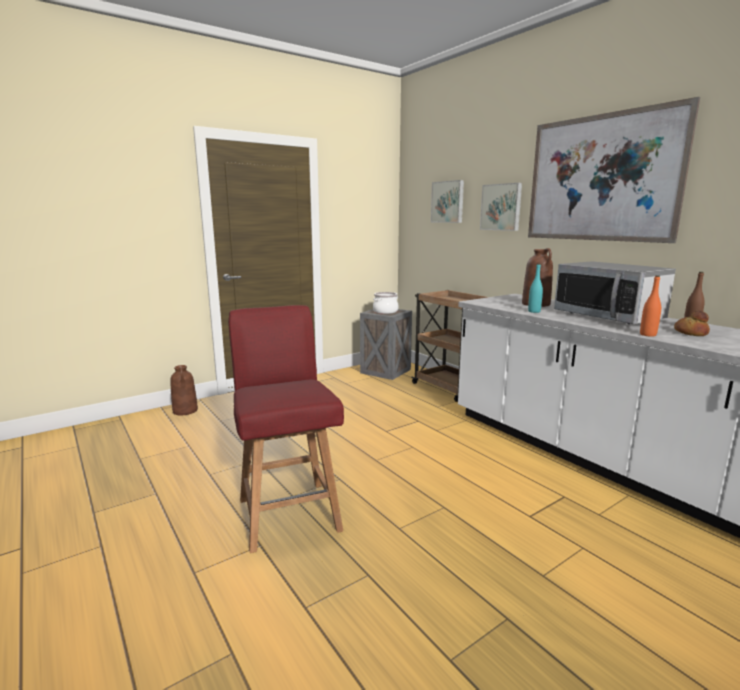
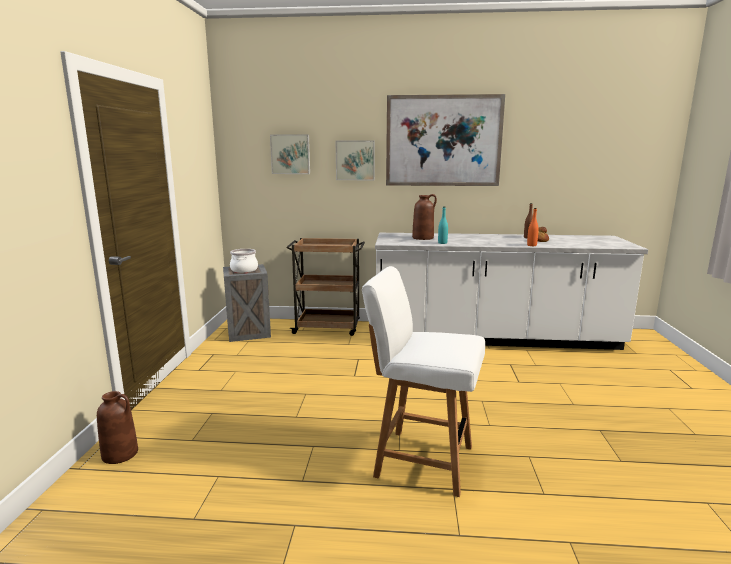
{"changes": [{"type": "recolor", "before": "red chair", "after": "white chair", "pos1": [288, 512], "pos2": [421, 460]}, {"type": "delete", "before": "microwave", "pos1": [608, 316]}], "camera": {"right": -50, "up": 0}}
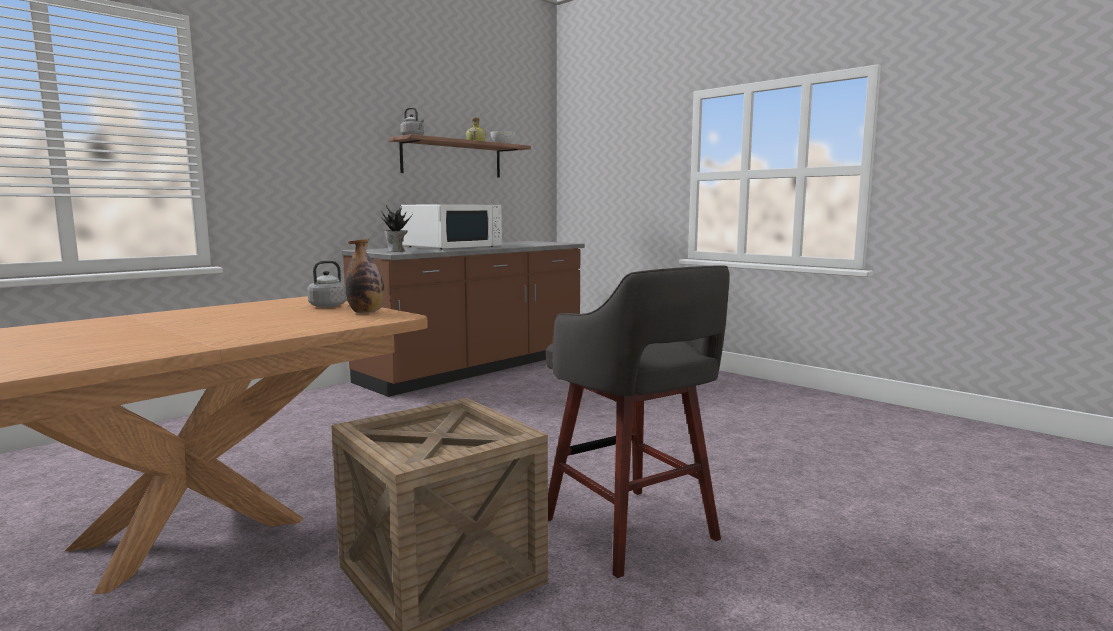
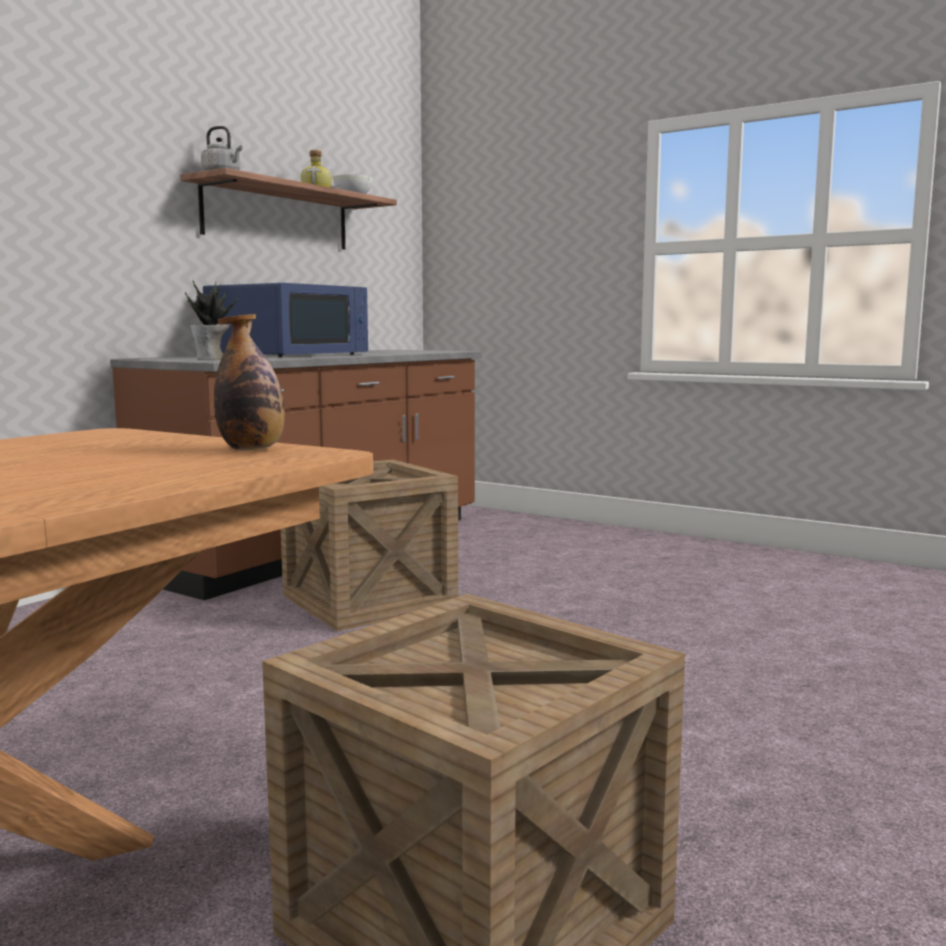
{"changes": [{"type": "delete", "before": "grey kettle", "pos1": [330, 306]}, {"type": "recolor", "before": "white microwave", "after": "blue microwave", "pos1": [453, 247], "pos2": [290, 354]}, {"type": "delete", "before": "grey stool", "pos1": [632, 532]}, {"type": "insert", "after": "crate", "pos2": [368, 600]}], "camera": {"right": -10, "up": 0}}
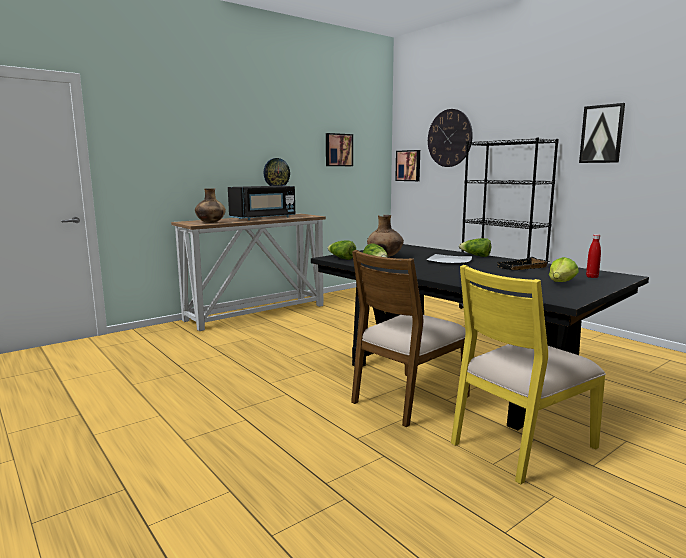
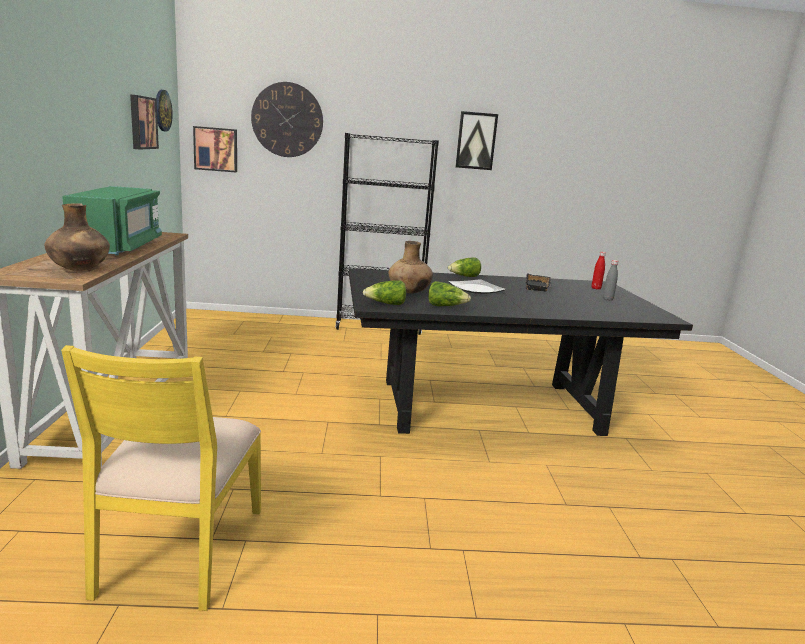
{"changes": [{"type": "recolor", "before": "black microwave", "after": "green microwave", "pos1": [264, 218], "pos2": [119, 247]}, {"type": "move", "before": "wall clock", "pos1": [276, 173], "pos2": [162, 110]}, {"type": "delete", "before": "brown chair", "pos1": [408, 398]}, {"type": "move", "before": "yellow chair", "pos1": [520, 444], "pos2": [179, 550]}, {"type": "replace", "before": "lettuce", "after": "grey bottle", "pos1": [561, 283], "pos2": [607, 299]}], "camera": {"right": -55, "up": 5}}
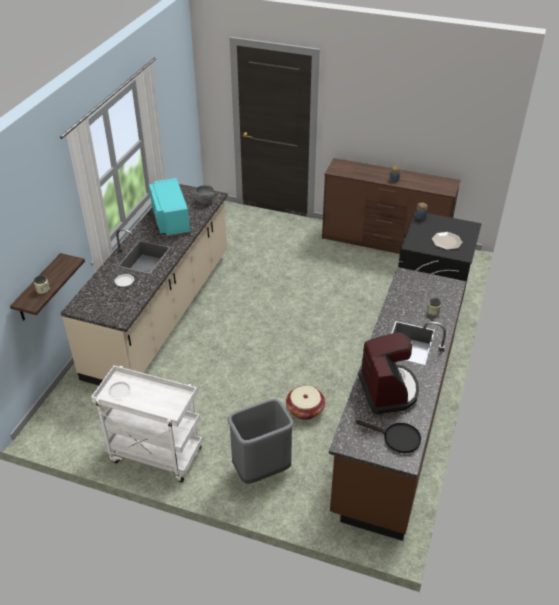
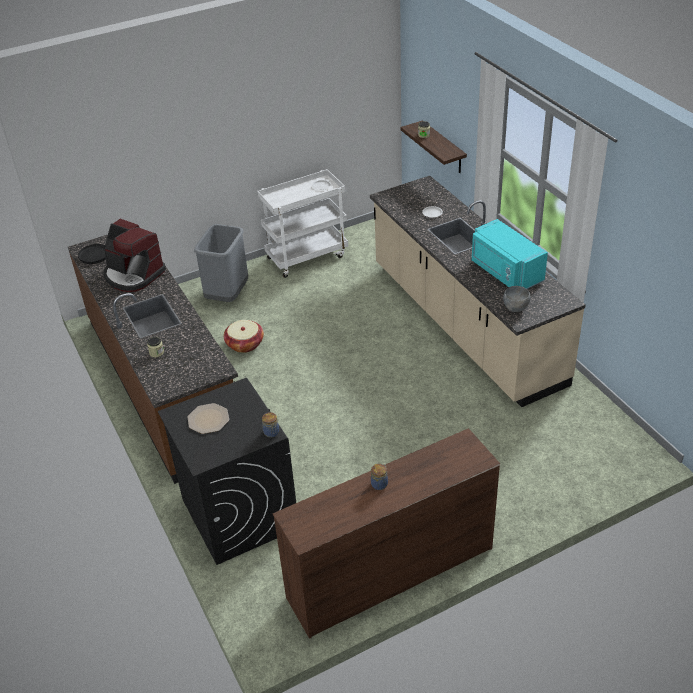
{"changes": [{"type": "rotate", "before": "turquoise microwave", "pos1": [170, 220], "pos2": [505, 272], "turn": -150}], "camera": {"right": 135, "up": 0}}
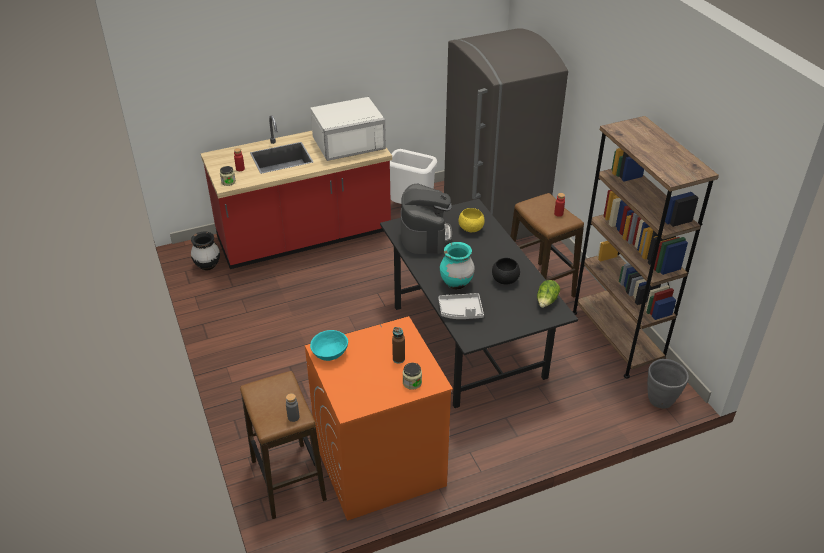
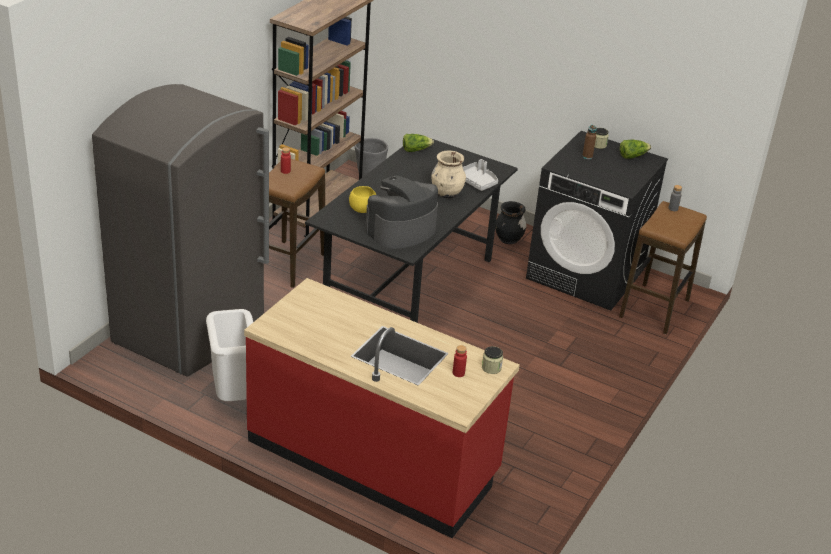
{"changes": [{"type": "move", "before": "black vase", "pos1": [207, 265], "pos2": [508, 240]}, {"type": "recolor", "before": "orange washing machine", "after": "black washing machine", "pos1": [379, 465], "pos2": [586, 274]}, {"type": "delete", "before": "white microwave", "pos1": [347, 142]}, {"type": "delete", "before": "turquoise bowl", "pos1": [330, 353]}, {"type": "recolor", "before": "turquoise vase", "after": "beige vase", "pos1": [456, 283], "pos2": [447, 194]}, {"type": "delete", "before": "black bowl", "pos1": [504, 280]}, {"type": "insert", "after": "lettuce", "pos2": [632, 156]}], "camera": {"right": -130, "up": -5}}
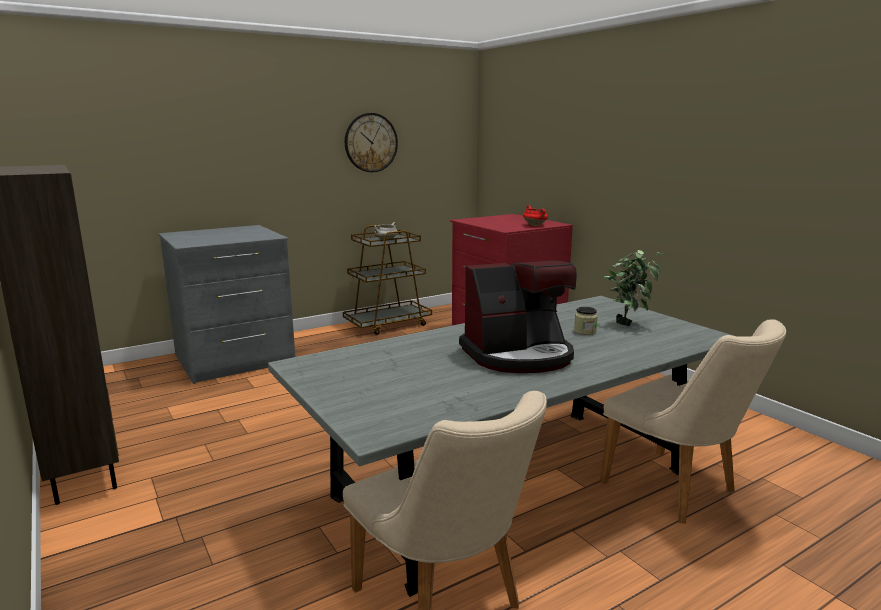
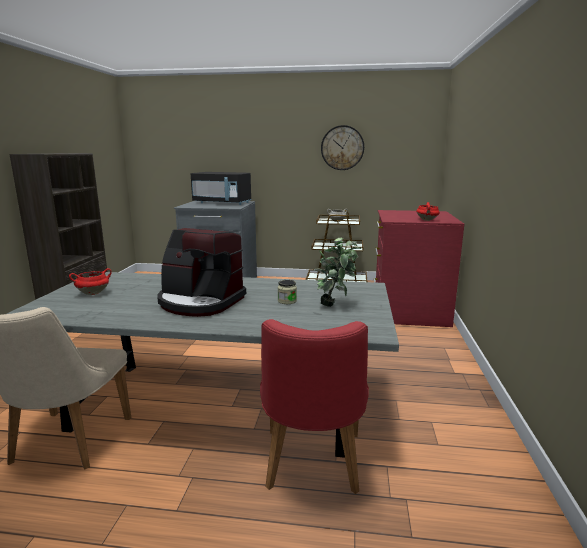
{"changes": [{"type": "recolor", "before": "beige chair", "after": "red chair", "pos1": [679, 490], "pos2": [312, 467]}, {"type": "insert", "after": "red cooking pot", "pos2": [93, 293]}, {"type": "insert", "after": "black microwave", "pos2": [222, 203]}], "camera": {"right": 40, "up": 0}}
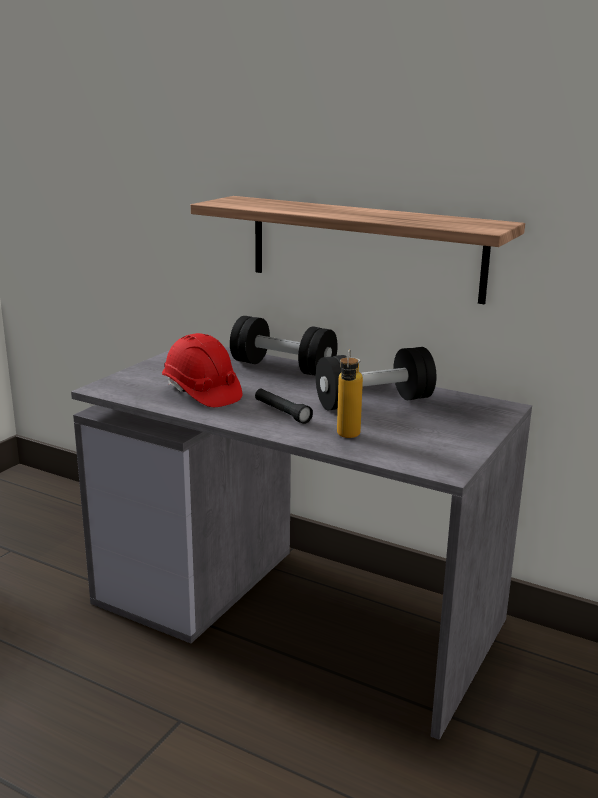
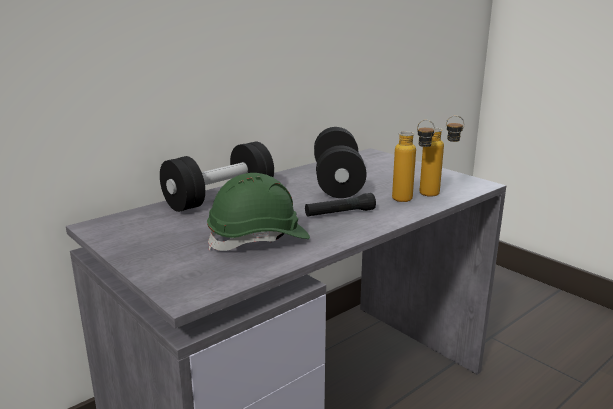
{"changes": [{"type": "recolor", "before": "red hard hat", "after": "green hard hat", "pos1": [201, 393], "pos2": [259, 240]}, {"type": "delete", "before": "shelf", "pos1": [364, 248]}, {"type": "insert", "after": "bottle", "pos2": [437, 194]}], "camera": {"right": -70, "up": 0}}
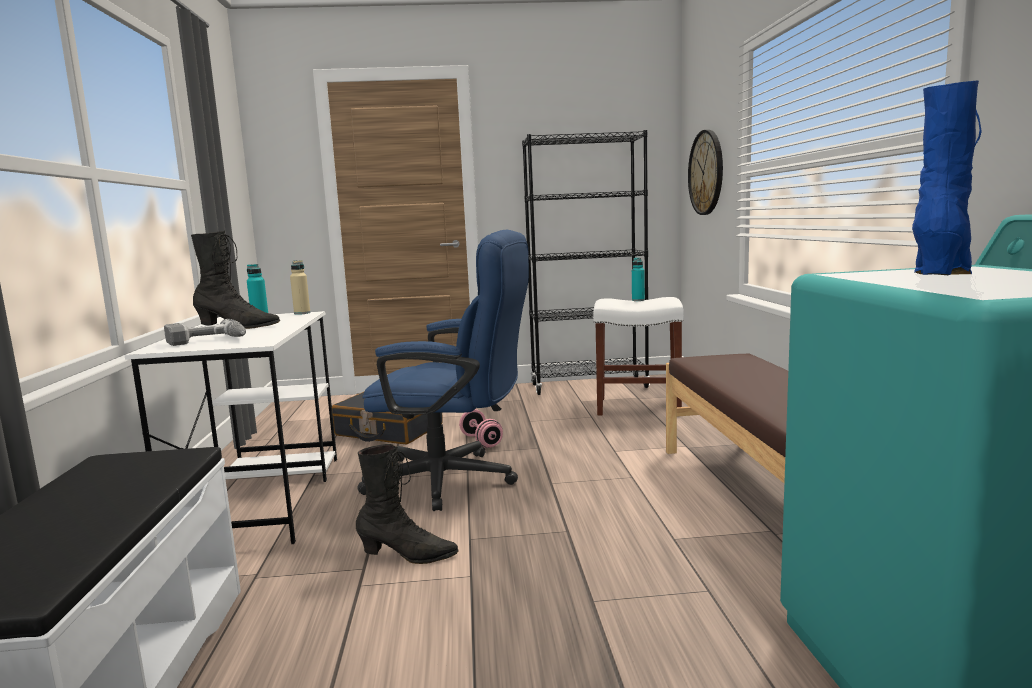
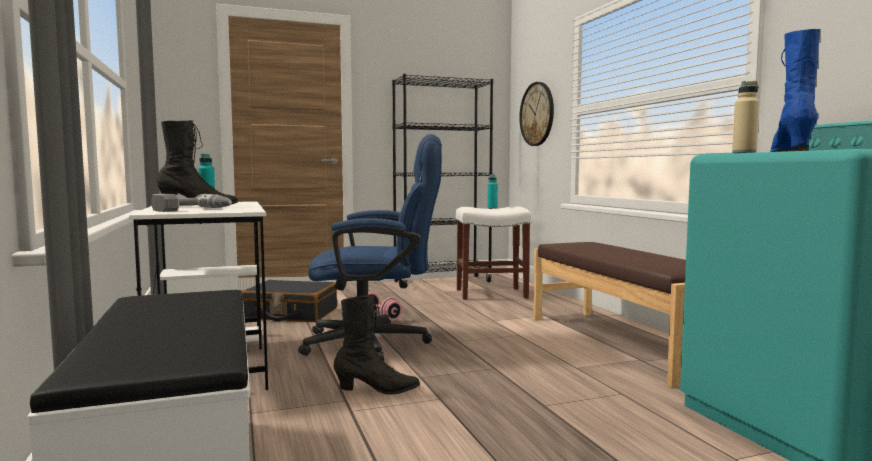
{"changes": [{"type": "move", "before": "beige bottle", "pos1": [302, 313], "pos2": [744, 153]}], "camera": {"right": -15, "up": -5}}
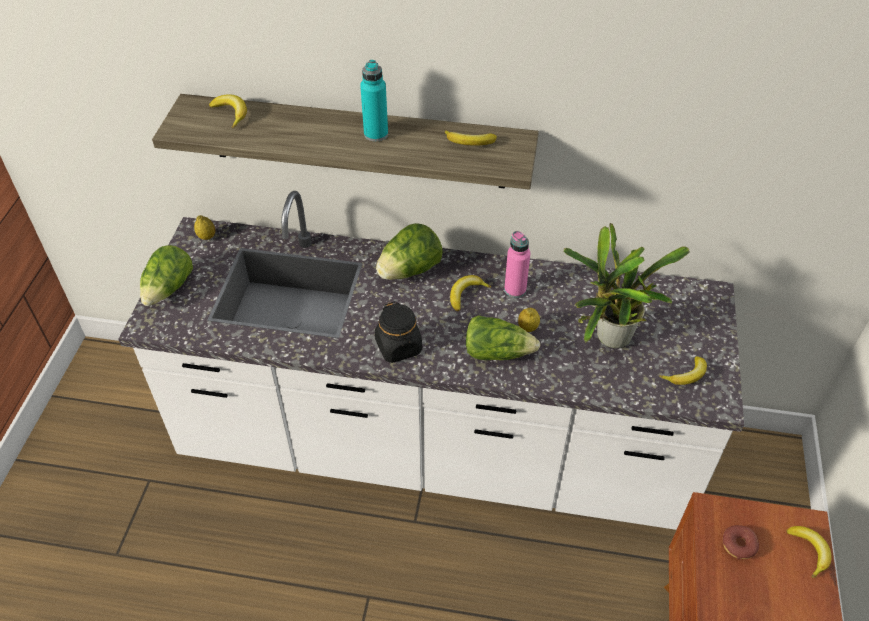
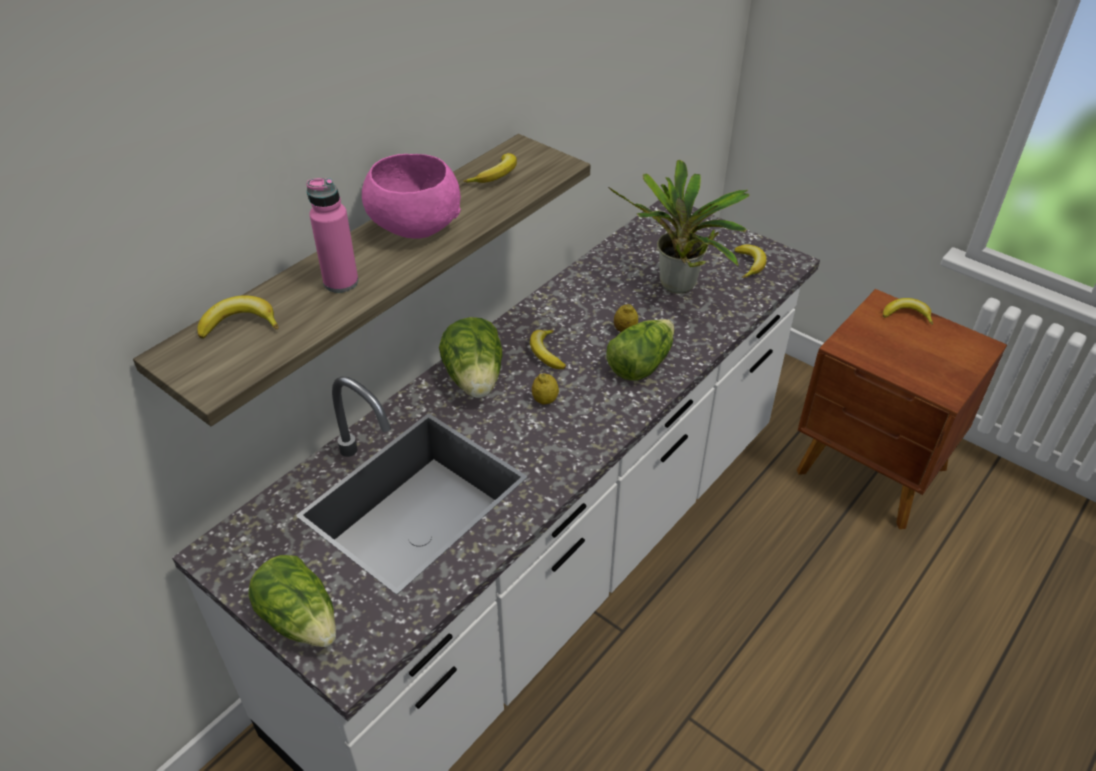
{"changes": [{"type": "move", "before": "lemon", "pos1": [207, 237], "pos2": [545, 400]}, {"type": "replace", "before": "turquoise bottle", "after": "pink bowl", "pos1": [376, 134], "pos2": [414, 228]}, {"type": "delete", "before": "black jar", "pos1": [398, 347]}, {"type": "move", "before": "pink bottle", "pos1": [515, 290], "pos2": [341, 282]}, {"type": "delete", "before": "donut", "pos1": [738, 545]}], "camera": {"right": -60, "up": -5}}
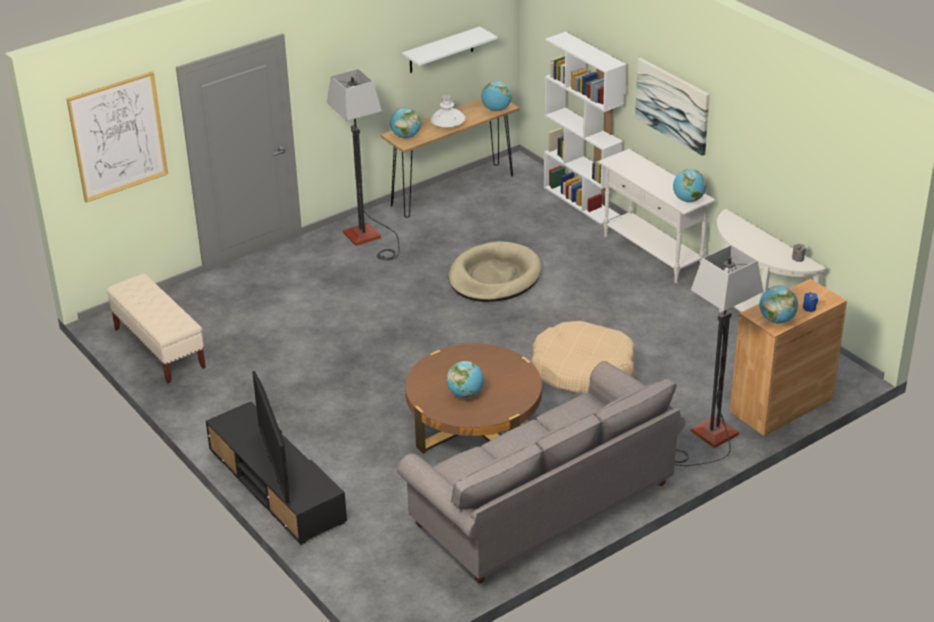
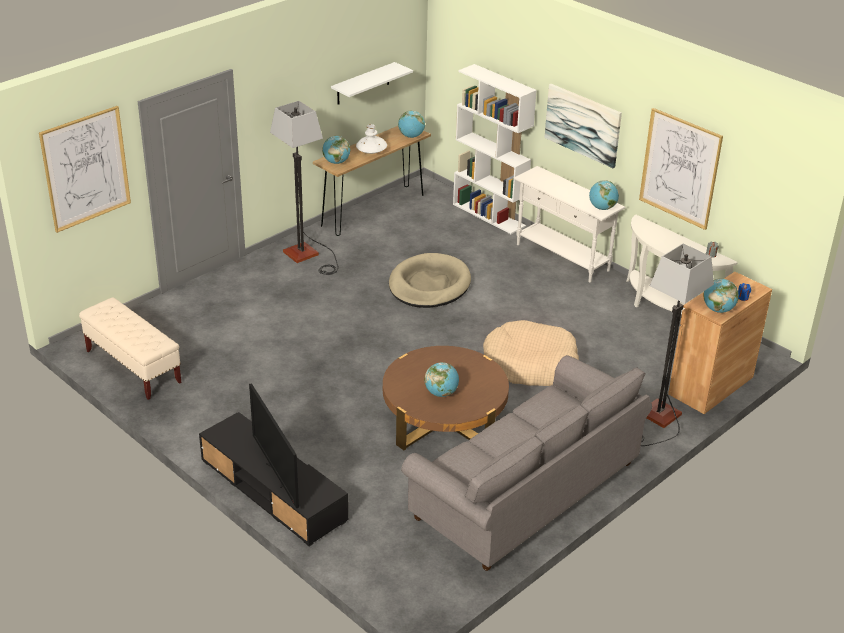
{"changes": [{"type": "insert", "after": "picture", "pos2": [680, 168]}], "camera": {"right": -10, "up": 0}}
